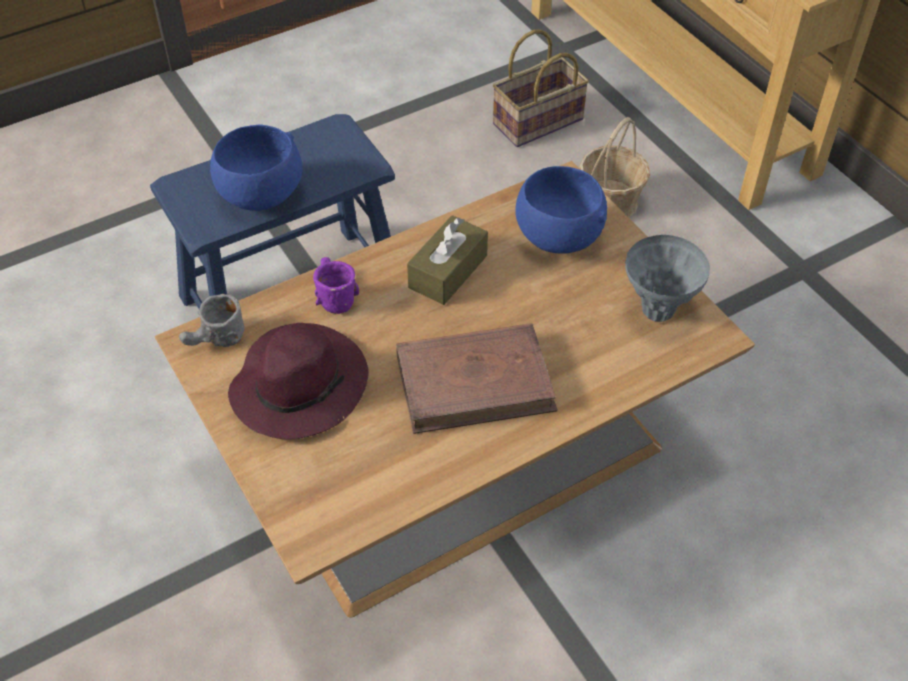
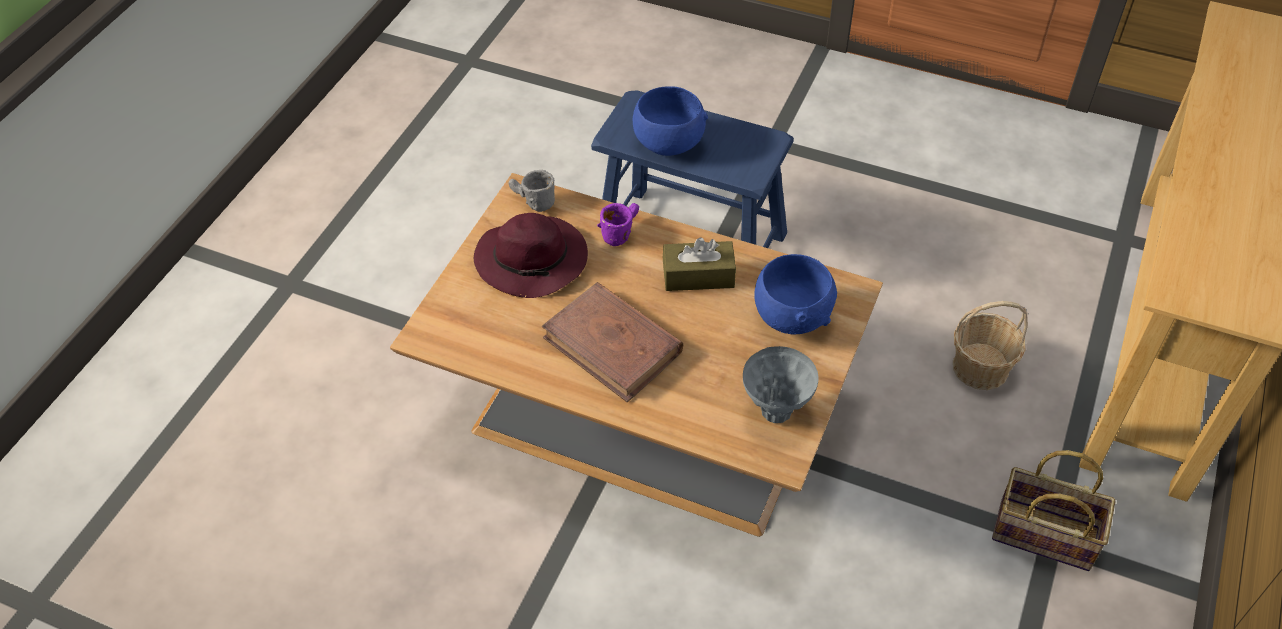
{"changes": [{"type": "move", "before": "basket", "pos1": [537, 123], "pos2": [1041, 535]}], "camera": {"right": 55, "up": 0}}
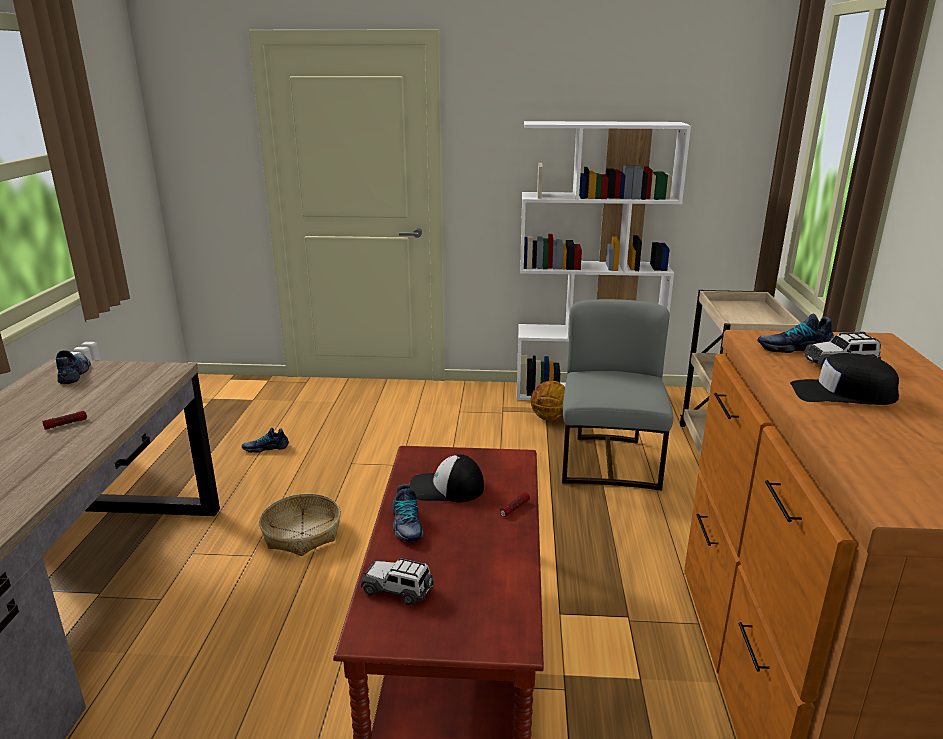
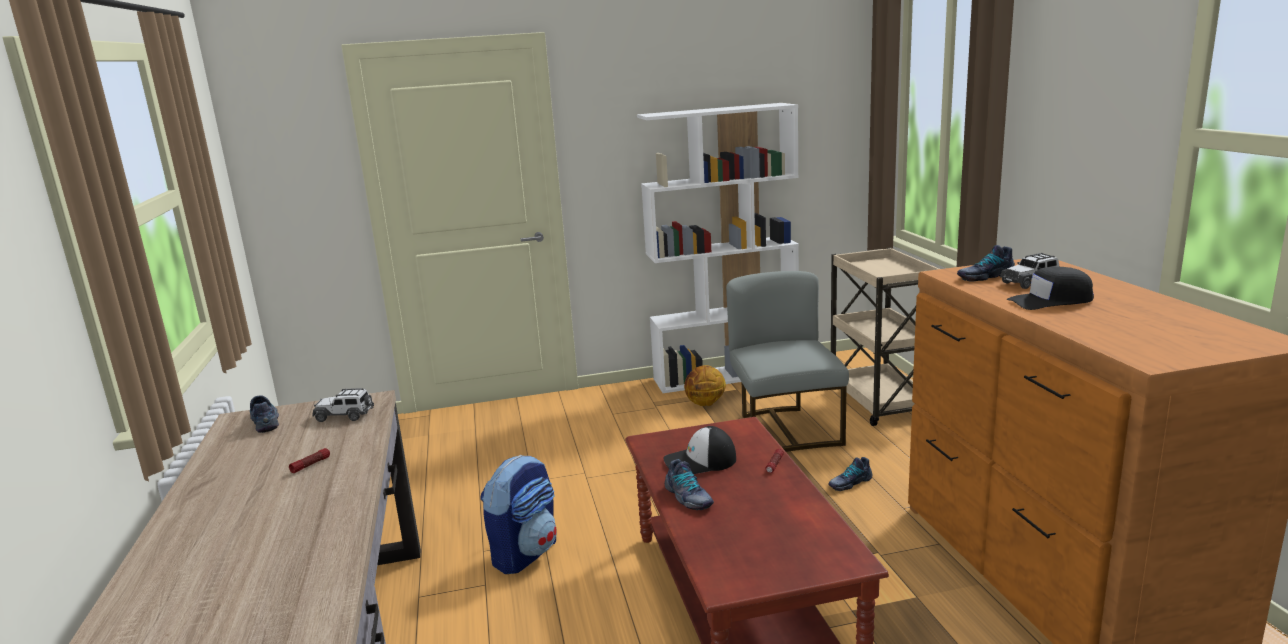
{"changes": [{"type": "move", "before": "shoe", "pos1": [265, 448], "pos2": [849, 483]}, {"type": "replace", "before": "basket", "after": "backpack", "pos1": [302, 533], "pos2": [525, 553]}, {"type": "move", "before": "toy car", "pos1": [398, 589], "pos2": [345, 415]}], "camera": {"right": -15, "up": -5}}
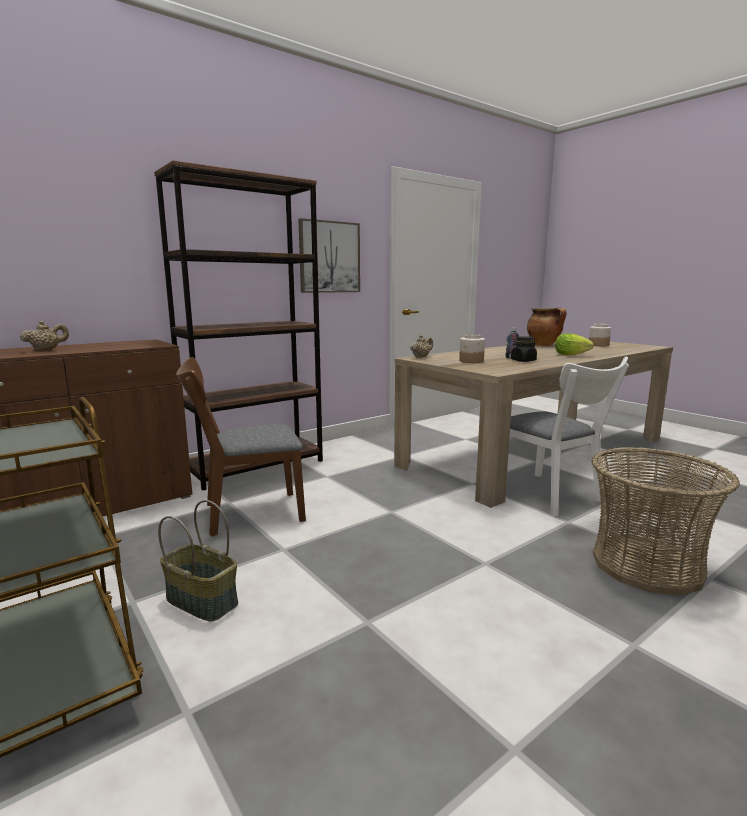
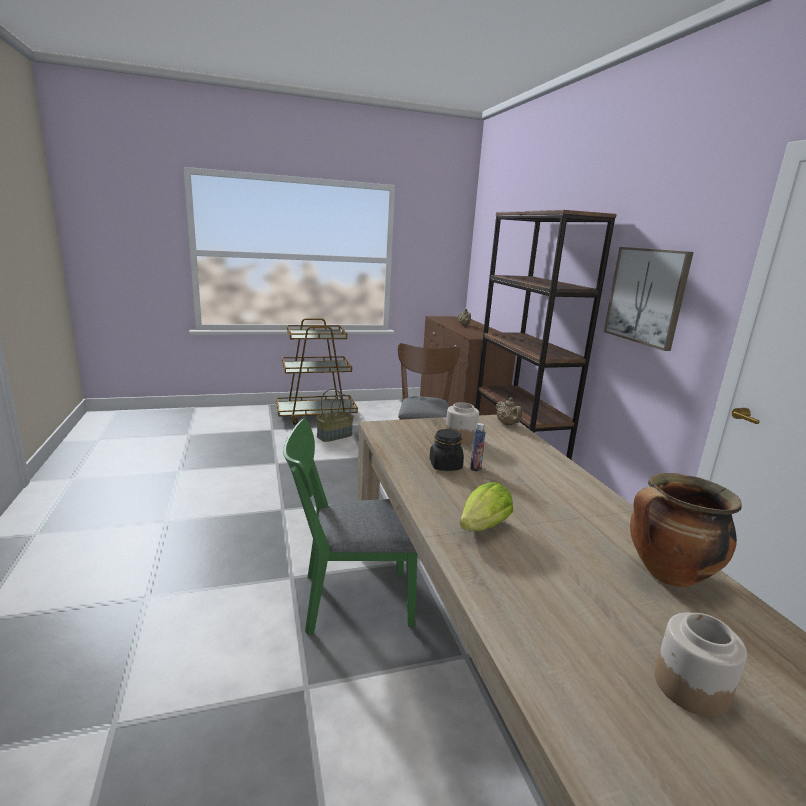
{"changes": [{"type": "recolor", "before": "white chair", "after": "green chair", "pos1": [552, 496], "pos2": [348, 600]}, {"type": "delete", "before": "basket", "pos1": [647, 565]}], "camera": {"right": 110, "up": 5}}
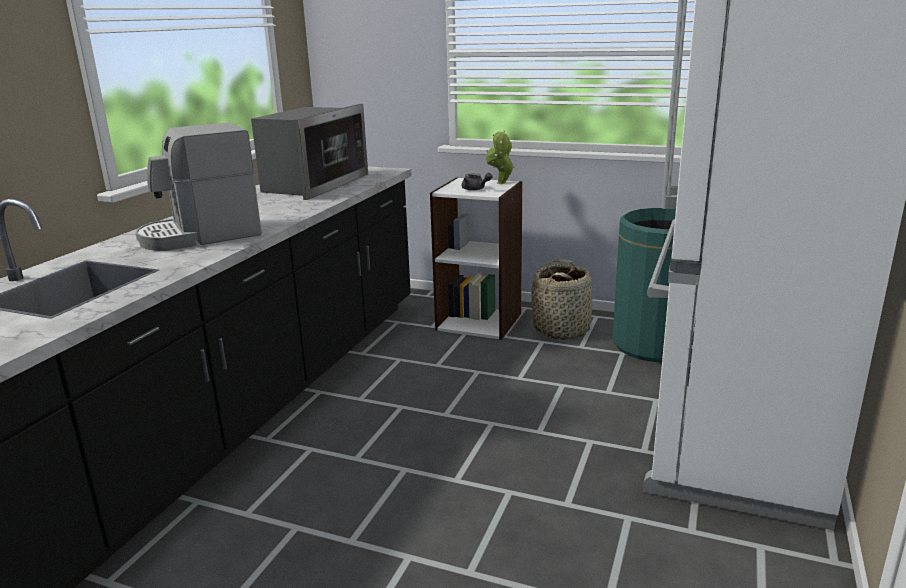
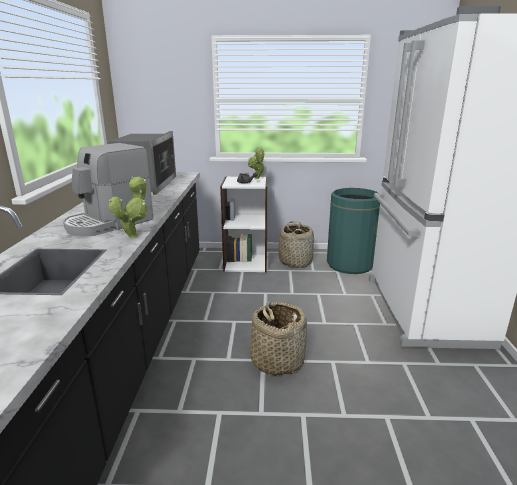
{"changes": [{"type": "insert", "after": "potted plant", "pos2": [135, 236]}, {"type": "insert", "after": "basket", "pos2": [277, 361]}], "camera": {"right": -20, "up": 0}}
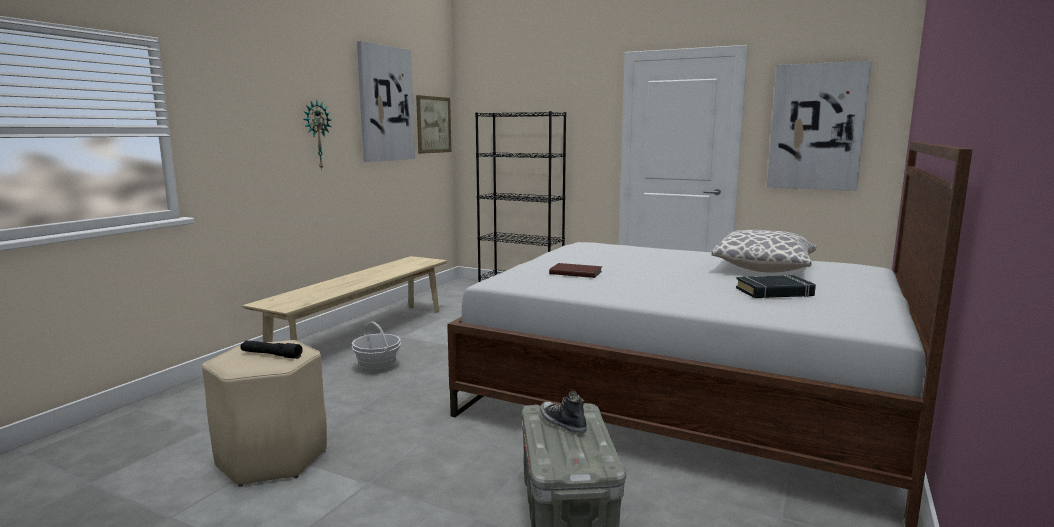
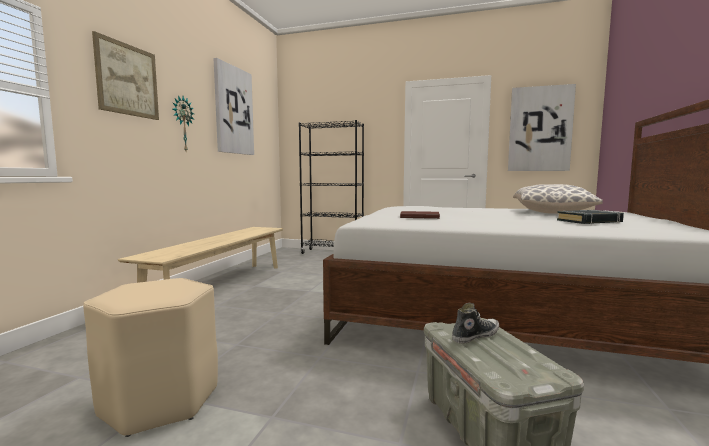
{"changes": [{"type": "delete", "before": "black flashlight", "pos1": [271, 355]}, {"type": "delete", "before": "basket", "pos1": [377, 367]}, {"type": "move", "before": "picture", "pos1": [433, 124], "pos2": [127, 80]}, {"type": "rotate", "before": "shoe", "pos1": [562, 423], "pos2": [475, 336], "turn": 105}], "camera": {"right": -10, "up": -5}}
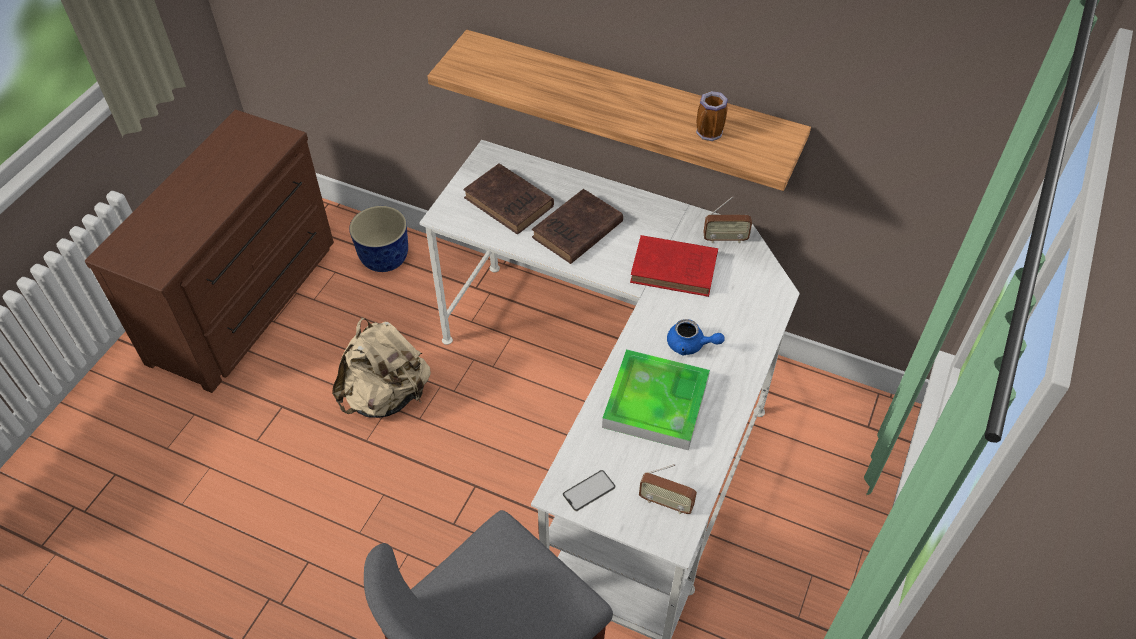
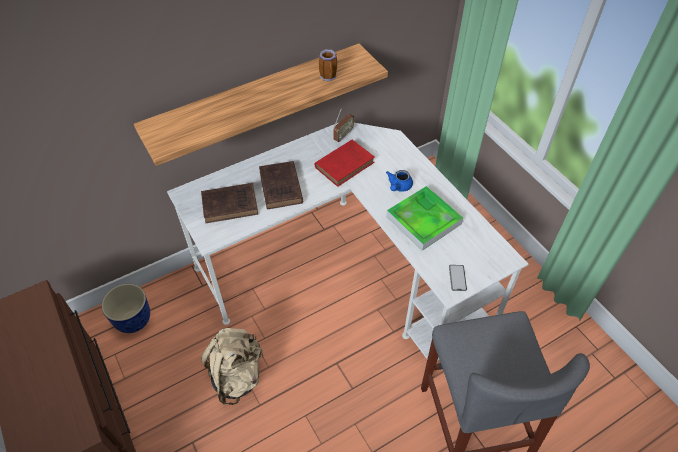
{"changes": [{"type": "delete", "before": "radio", "pos1": [666, 503]}, {"type": "rotate", "before": "blue teapot", "pos1": [690, 345], "pos2": [398, 187], "turn": 150}], "camera": {"right": -55, "up": 0}}
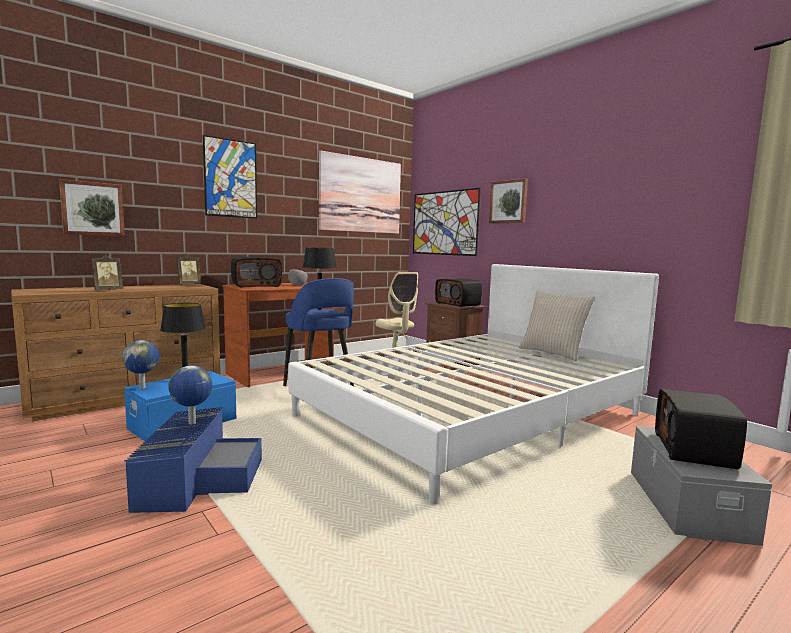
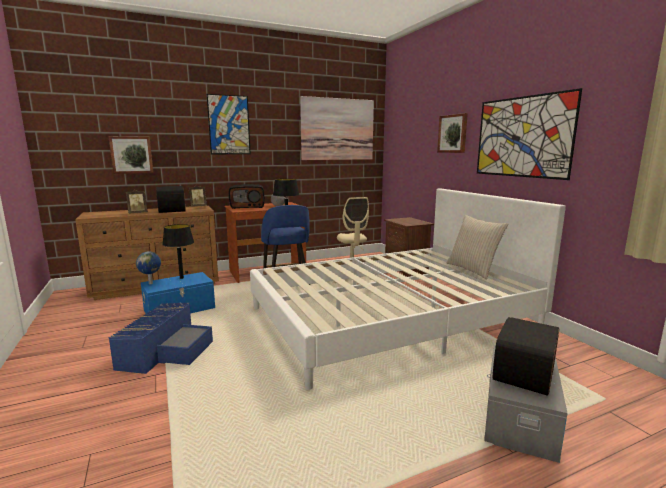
{"changes": [{"type": "delete", "before": "globe", "pos1": [192, 423]}, {"type": "move", "before": "picture", "pos1": [444, 223], "pos2": [522, 137]}, {"type": "move", "before": "radio", "pos1": [458, 304], "pos2": [173, 209]}], "camera": {"right": 15, "up": 5}}
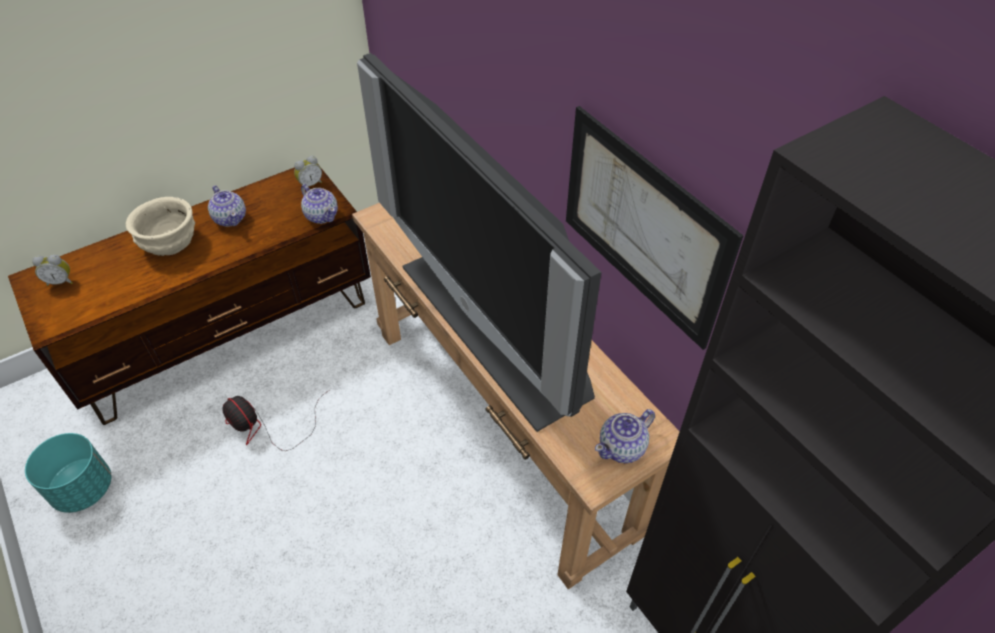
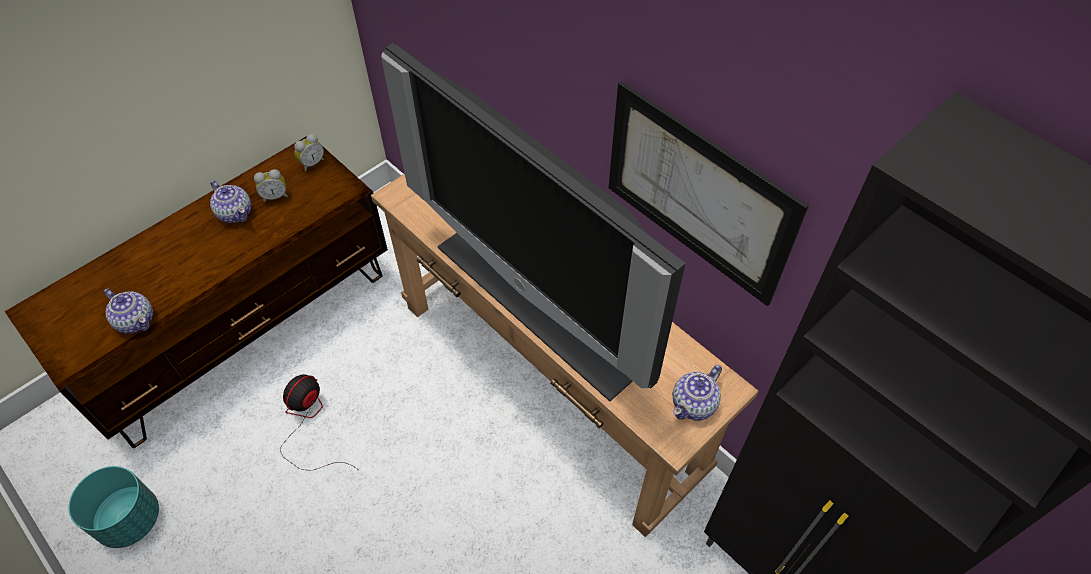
{"changes": [{"type": "move", "before": "alarm clock", "pos1": [61, 281], "pos2": [275, 196]}, {"type": "delete", "before": "beige bowl", "pos1": [169, 243]}, {"type": "rotate", "before": "fan", "pos1": [266, 427], "pos2": [309, 423], "turn": 90}, {"type": "move", "before": "teapot", "pos1": [321, 215], "pos2": [136, 320]}], "camera": {"right": -10, "up": 5}}
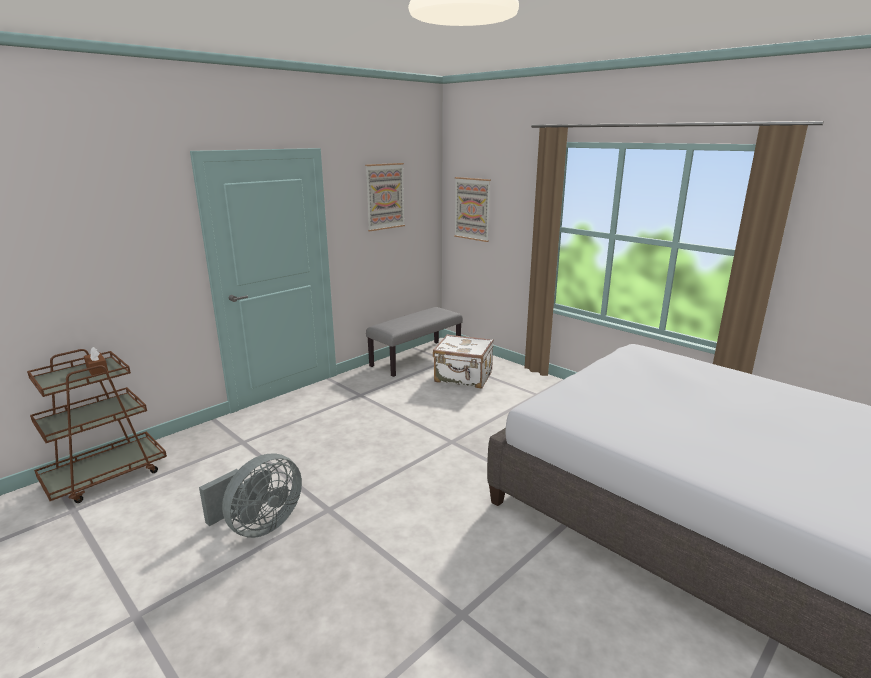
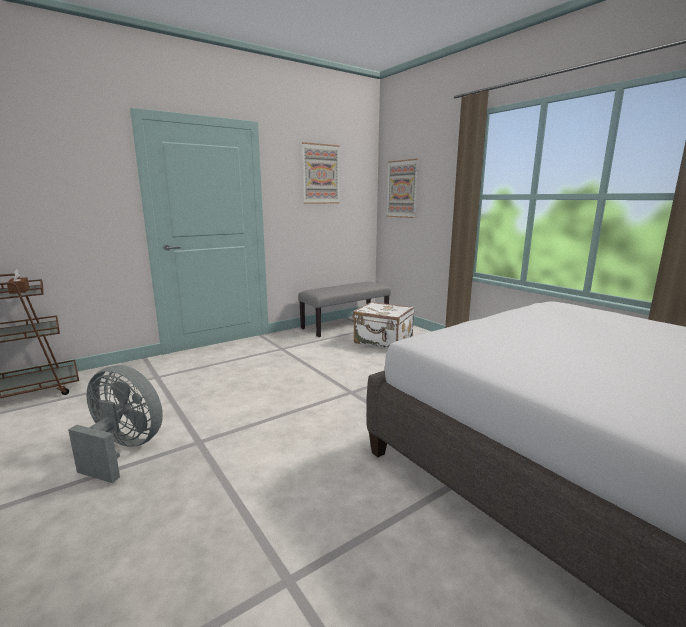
{"changes": [{"type": "rotate", "before": "grey fan", "pos1": [259, 526], "pos2": [123, 450], "turn": -120}], "camera": {"right": 10, "up": -5}}
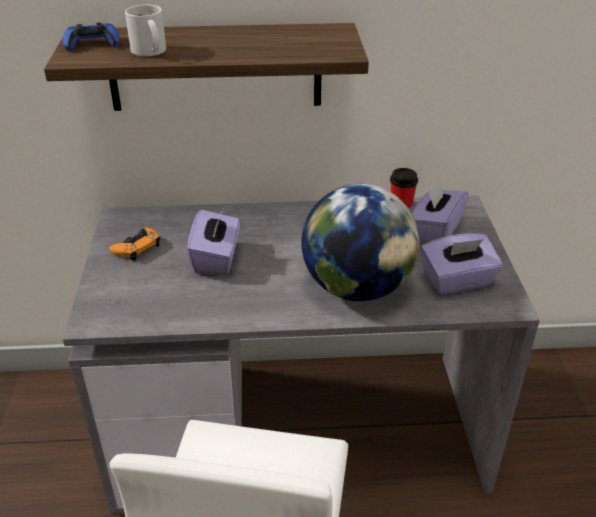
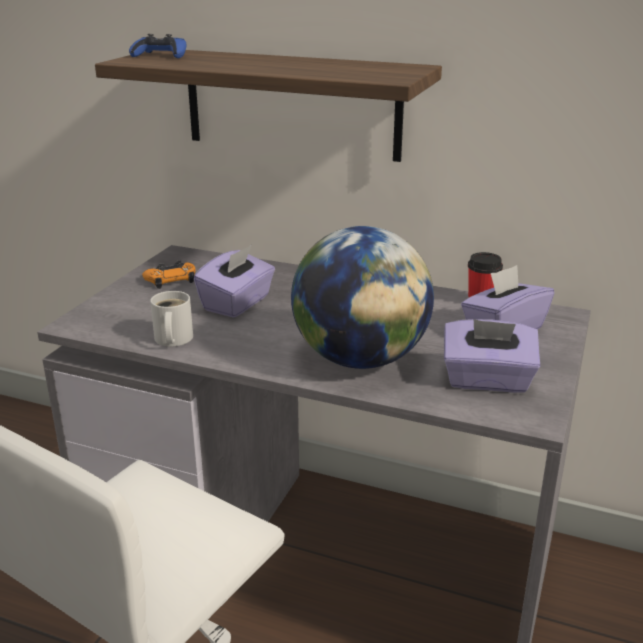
{"changes": [{"type": "move", "before": "white mug", "pos1": [148, 51], "pos2": [172, 339]}], "camera": {"right": 25, "up": -10}}
